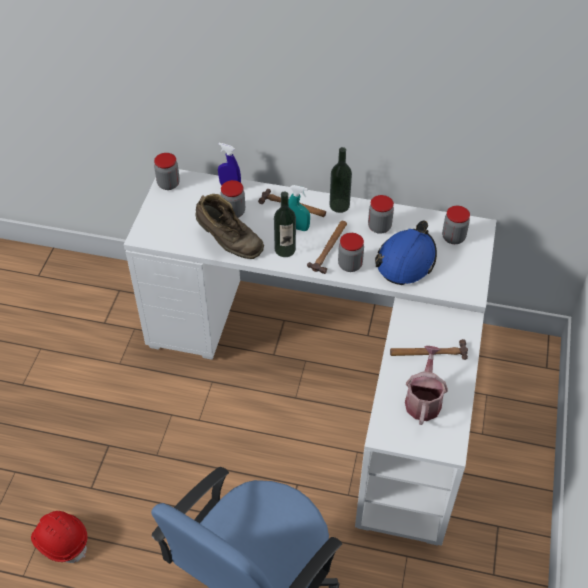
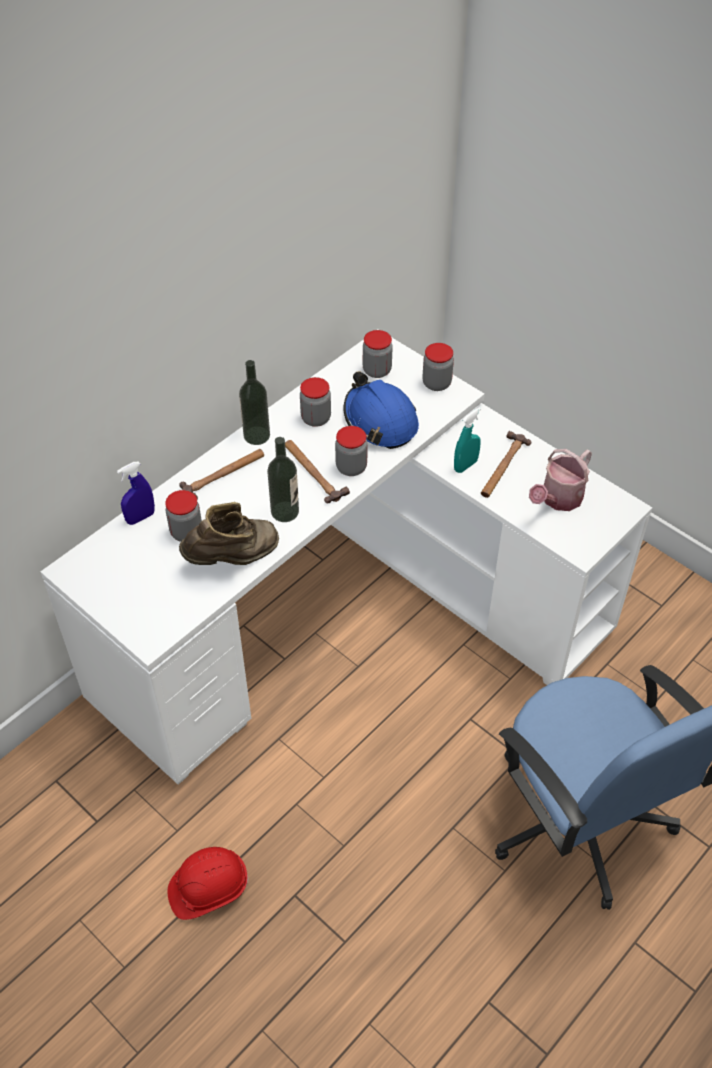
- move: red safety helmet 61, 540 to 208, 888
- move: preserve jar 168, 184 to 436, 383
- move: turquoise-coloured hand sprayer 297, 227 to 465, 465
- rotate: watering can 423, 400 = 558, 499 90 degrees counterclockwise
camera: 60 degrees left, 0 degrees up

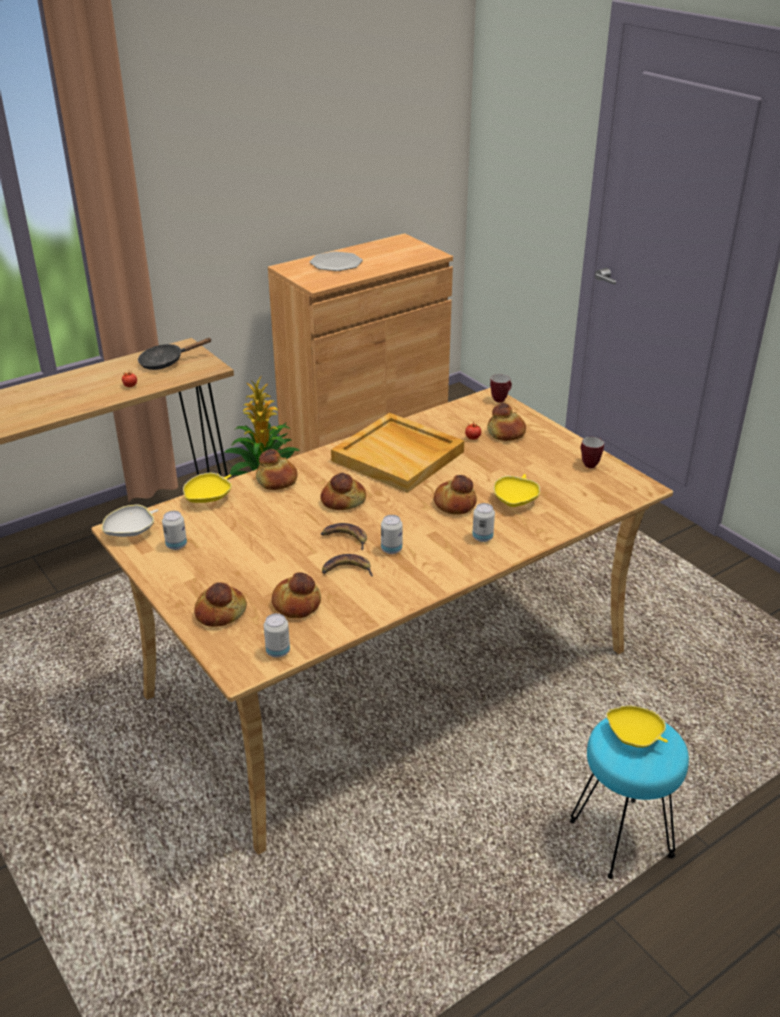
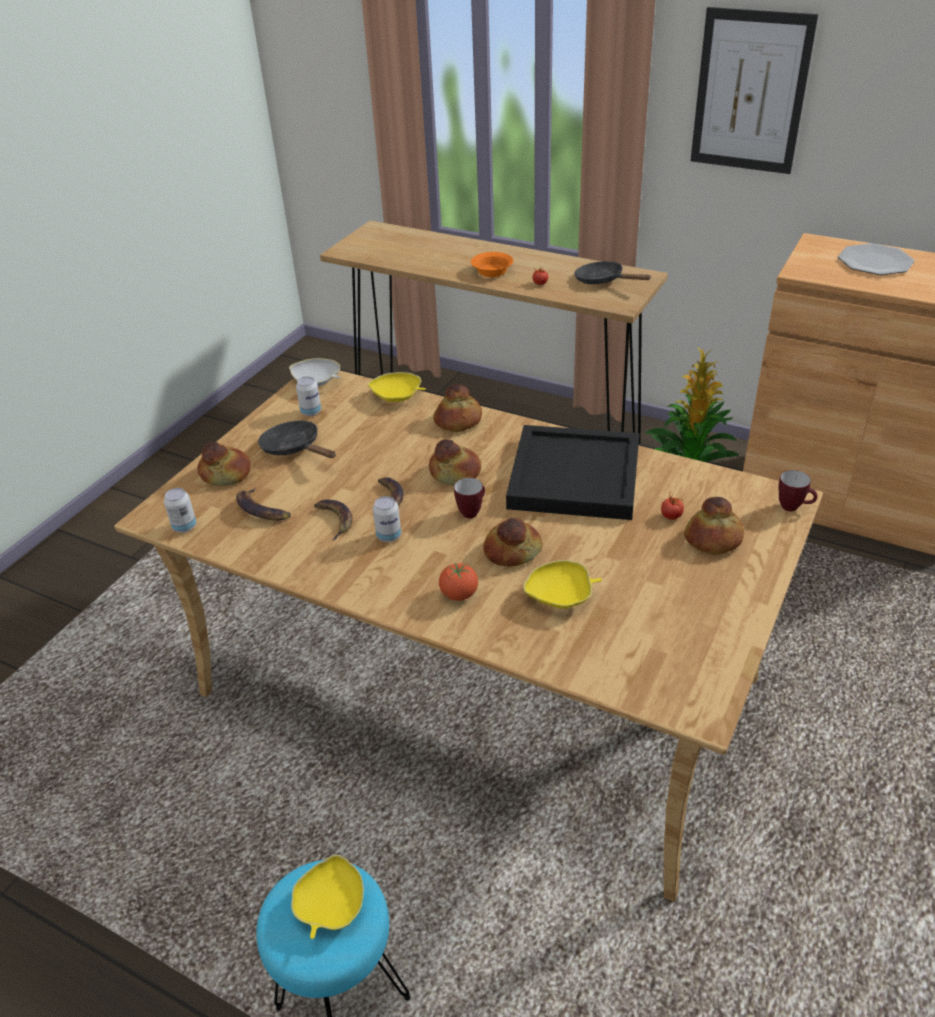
- replace: bread 296, 604 to banana fruit 261, 510
- recolor: beige-coloured carrying tray 399, 456 to black-coloured carrying tray 575, 477
- replace: metal can 482, 537 to whole tomato 459, 595
- move: tea mug 587, 464 to 472, 511
- insert: black-coloured frying pan 295, 448
- insert: orangey bowl 492, 272
- insert: picture 750, 92
camera: 65 degrees right, 5 degrees up

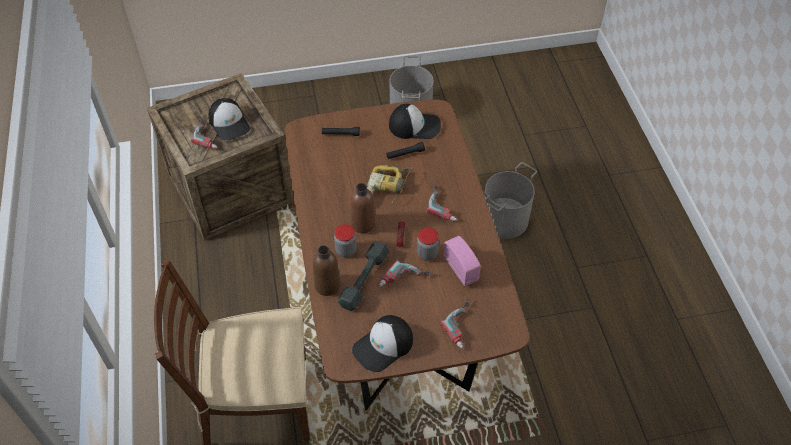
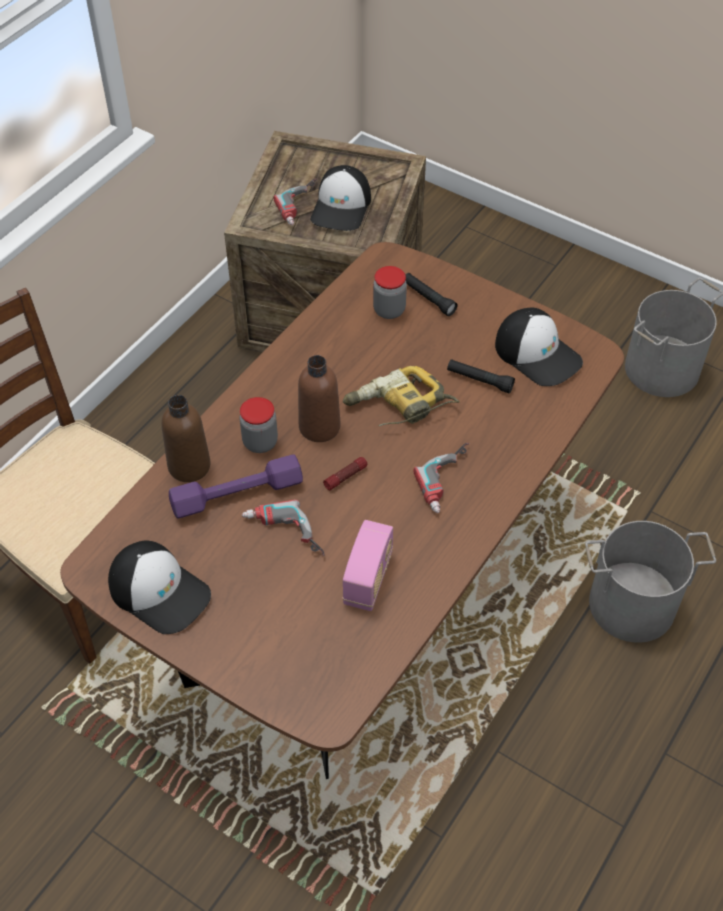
- recolor: grey free weight 364, 280 to purple free weight 237, 494
- rotate: cap 383, 346 = 160, 591 150 degrees counterclockwise
- move: preserve jar 427, 254 to 389, 310
- delete: electric drill 464, 326
camera: 45 degrees right, 0 degrees up

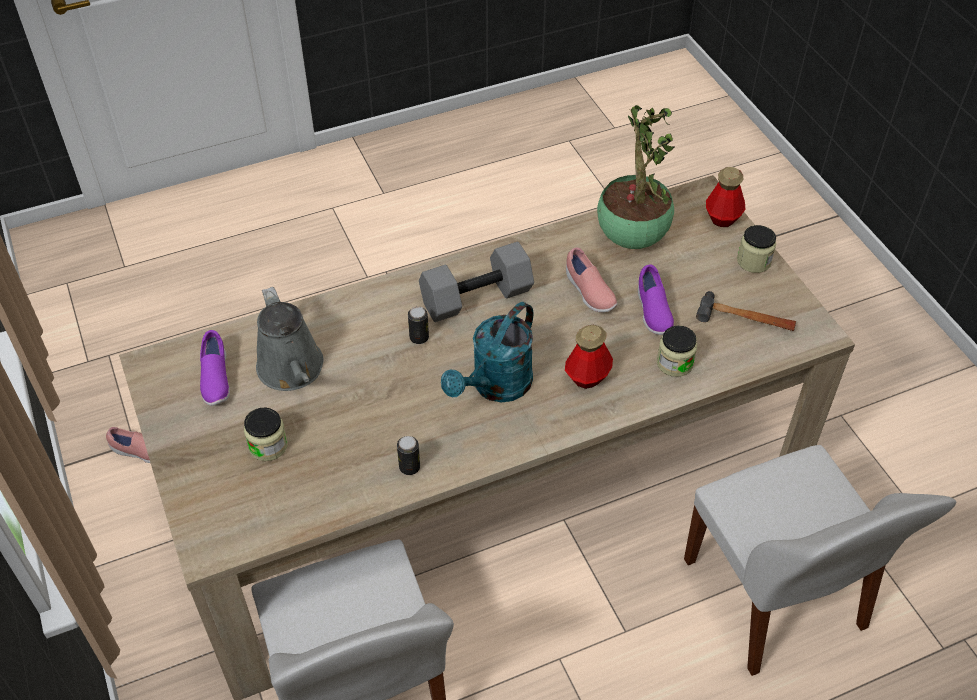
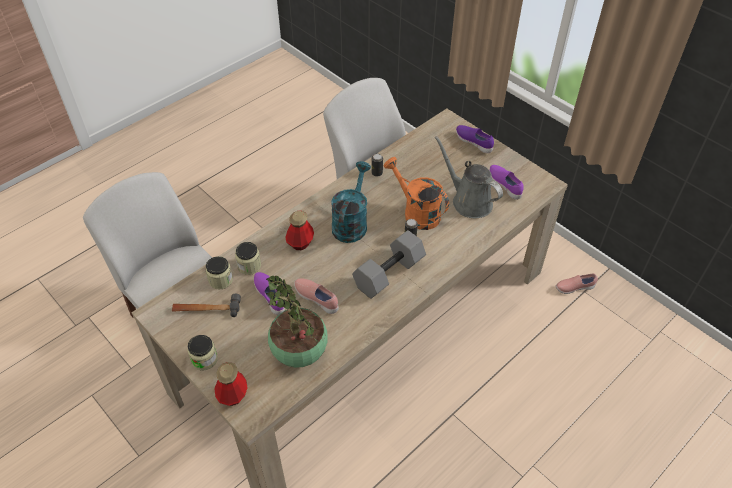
- move: preserve jar 268, 446 to 220, 280
- insert: orangey watering can 416, 212
- insert: purple low shoe 474, 142
camera: 160 degrees right, 0 degrees up

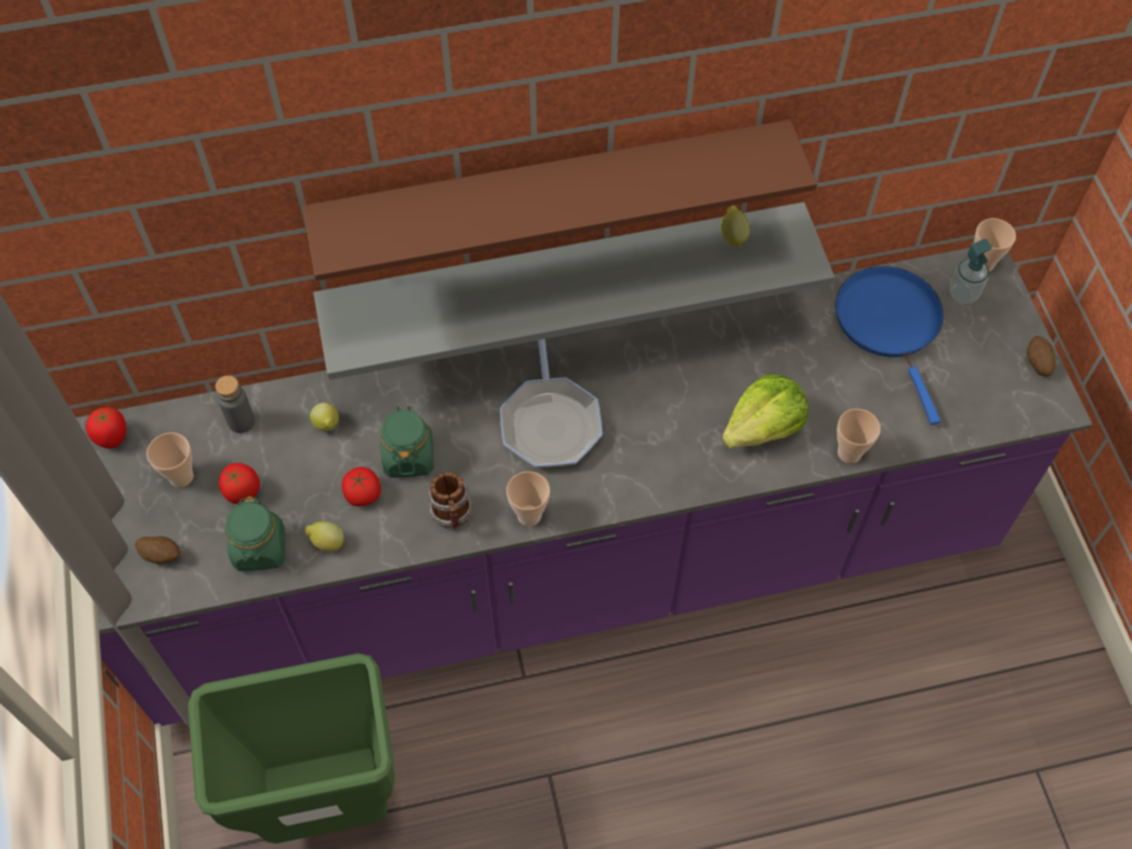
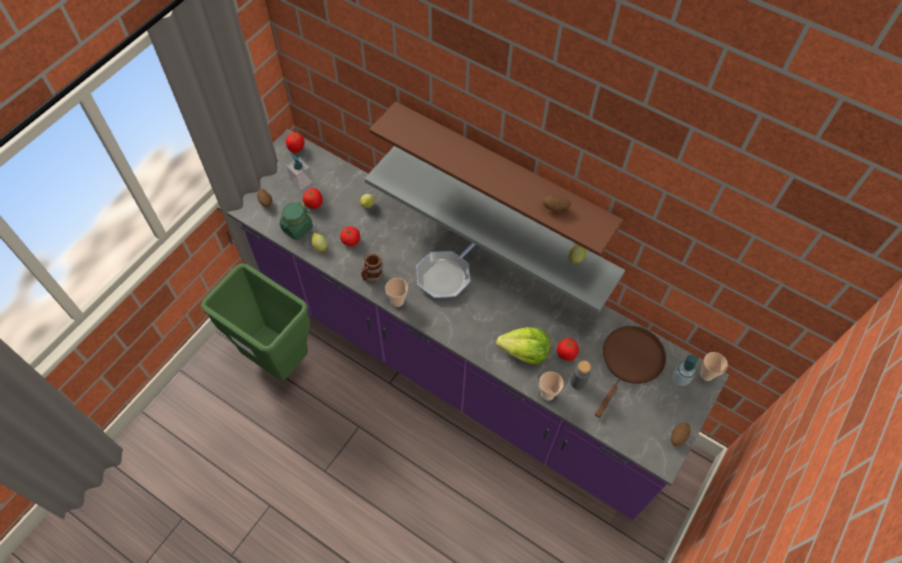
- replace: small cup 181, 477 to soap dispenser 301, 181
- move: grey bottle 241, 421 to 578, 382
- delete: green preserve jar 408, 456
- recolor: bluish frying pan 890, 324 to brown-coloured frying pan 630, 361
- insert: potato 555, 208
- insert: whole tomato 566, 354
camera: 45 degrees right, 0 degrees up

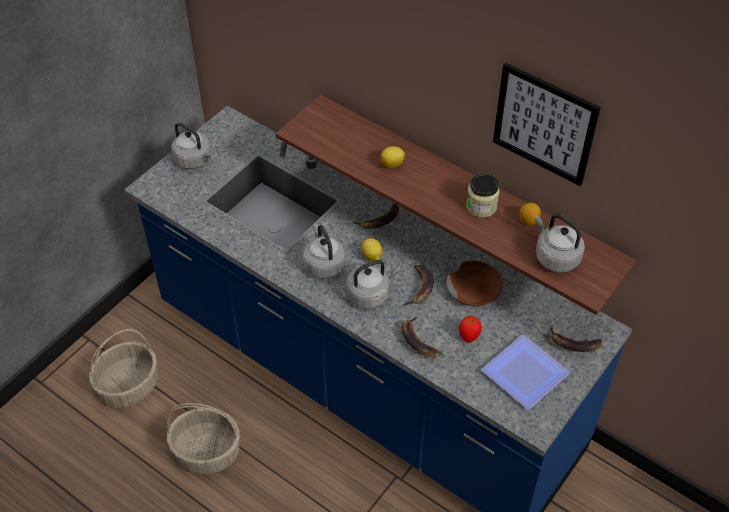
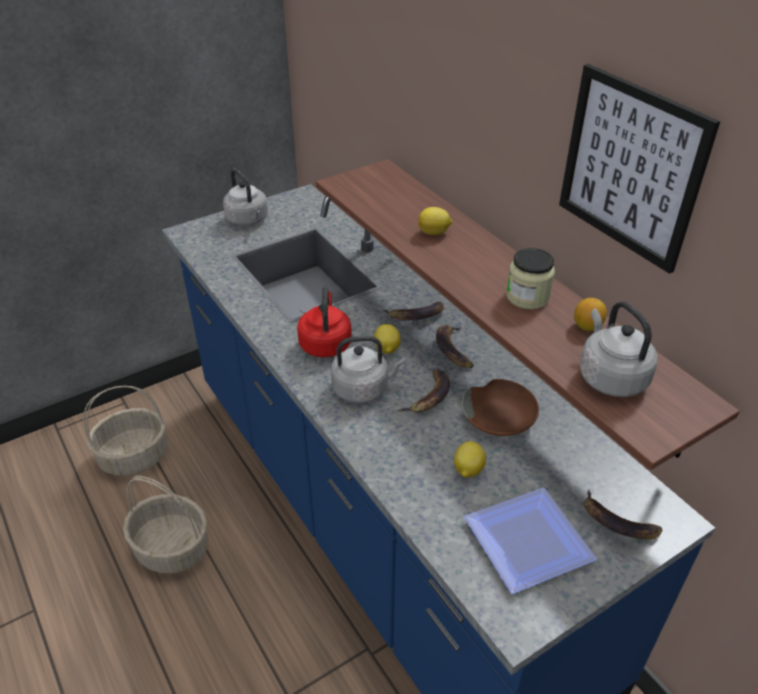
- recolor: grey tea kettle 323, 264 to red tea kettle 325, 343
- move: banana fruit 418, 341 to 453, 349
- replace: whole tomato 469, 336 to citrus fruit 467, 470
camera: 20 degrees right, 10 degrees down

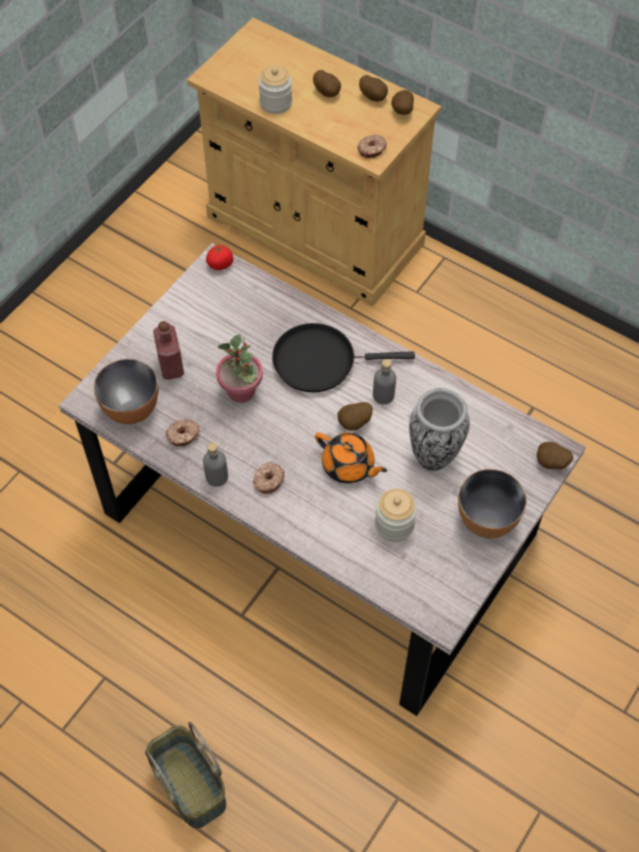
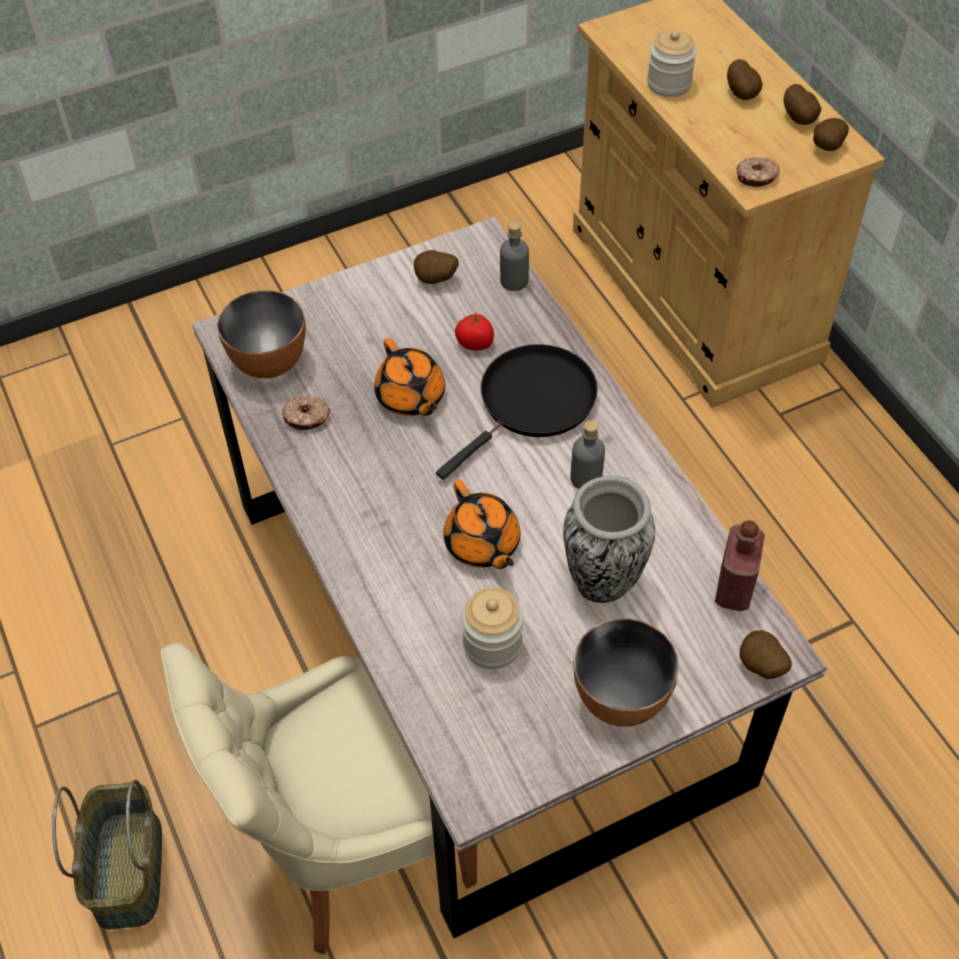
- move: red bottle 171, 366 to 734, 589
- move: grey bottle 217, 477 to 514, 281
- move: whole tomato 220, 264 to 475, 343
- replace: potted plant 241, 391 to orangey teapot 411, 397
- delete: ring doughnut 268, 480
- rotate: black-coloured frying pan 320, 361 = 532, 403 105 degrees clockwise
- move: potato 355, 423 to 436, 280
- insert: beige-coloured plain chair 352, 843
camera: 30 degrees right, 5 degrees down

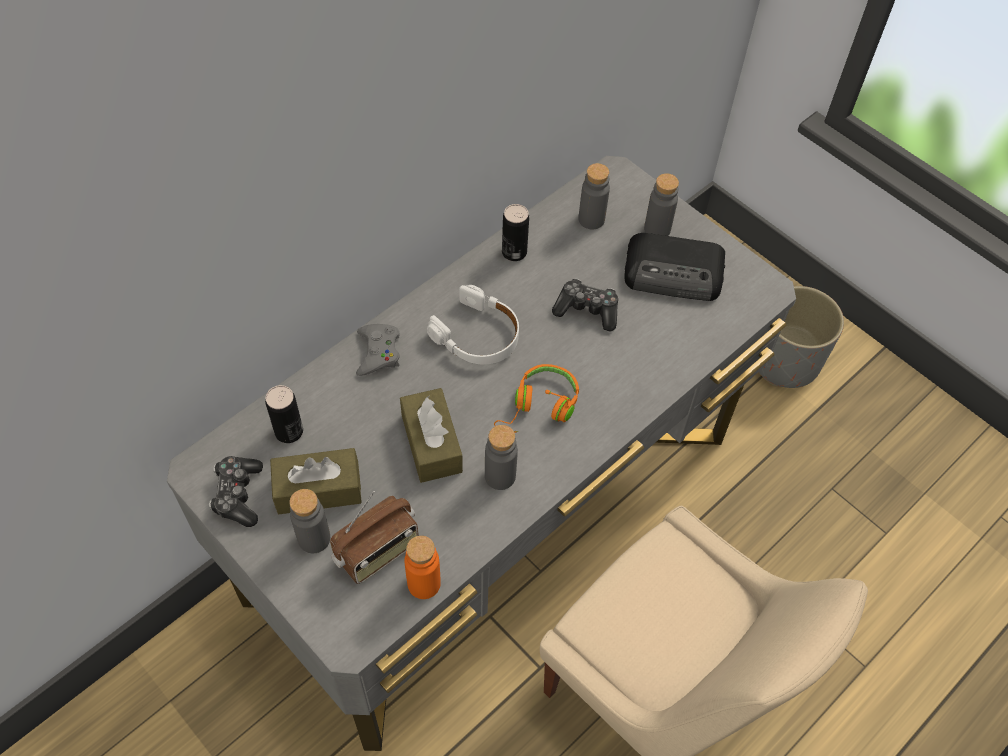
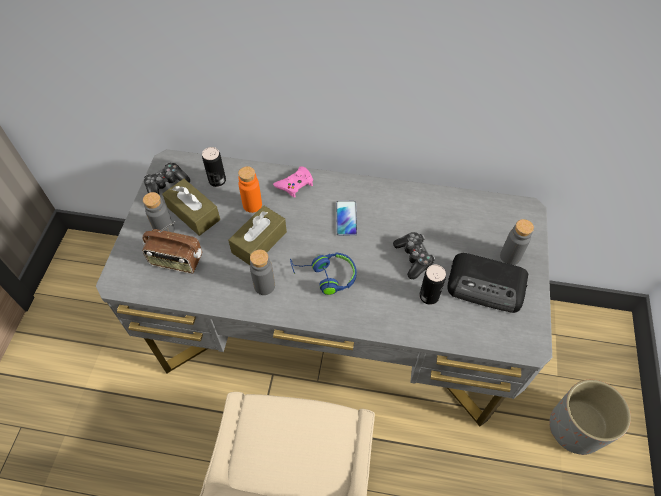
- recolor: grey game controller 378, 352 to pink game controller 295, 184
- move: orangey bottle 424, 583 to 252, 205
- replace: white-coloured headset 478, 335 to phone 346, 218
- recolor: orangey headset 539, 407 to bluish headset 325, 276
- move: metal can 514, 252 to 429, 296
- delete: grey bottle 591, 219
- rotate: radio set 675, 273 = 487, 286 45 degrees counterclockwise
camera: 55 degrees right, 0 degrees up

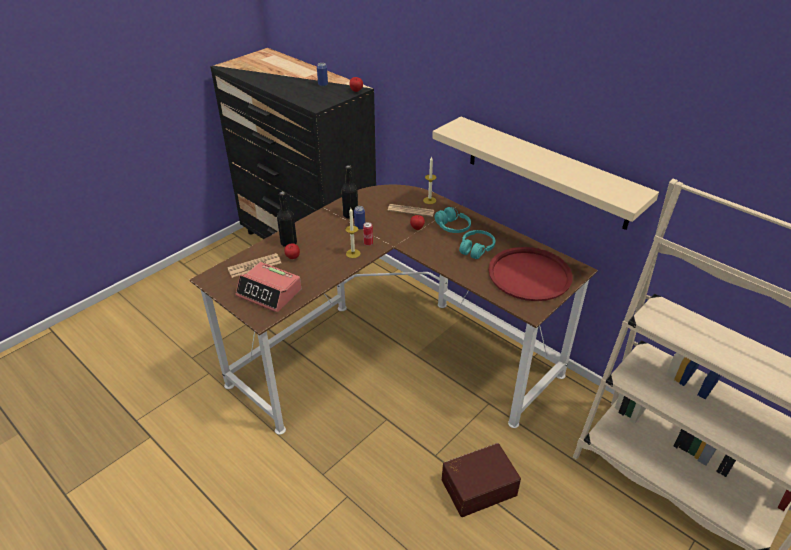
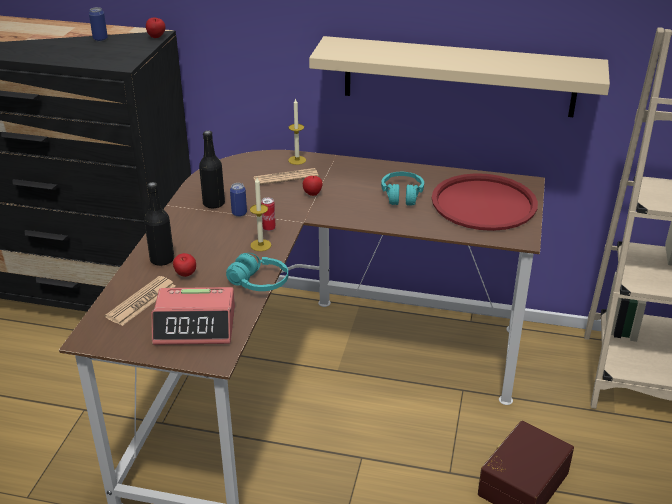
- move: turquoise-coloured headset 452, 227 to 259, 283
camera: 30 degrees left, 5 degrees down

